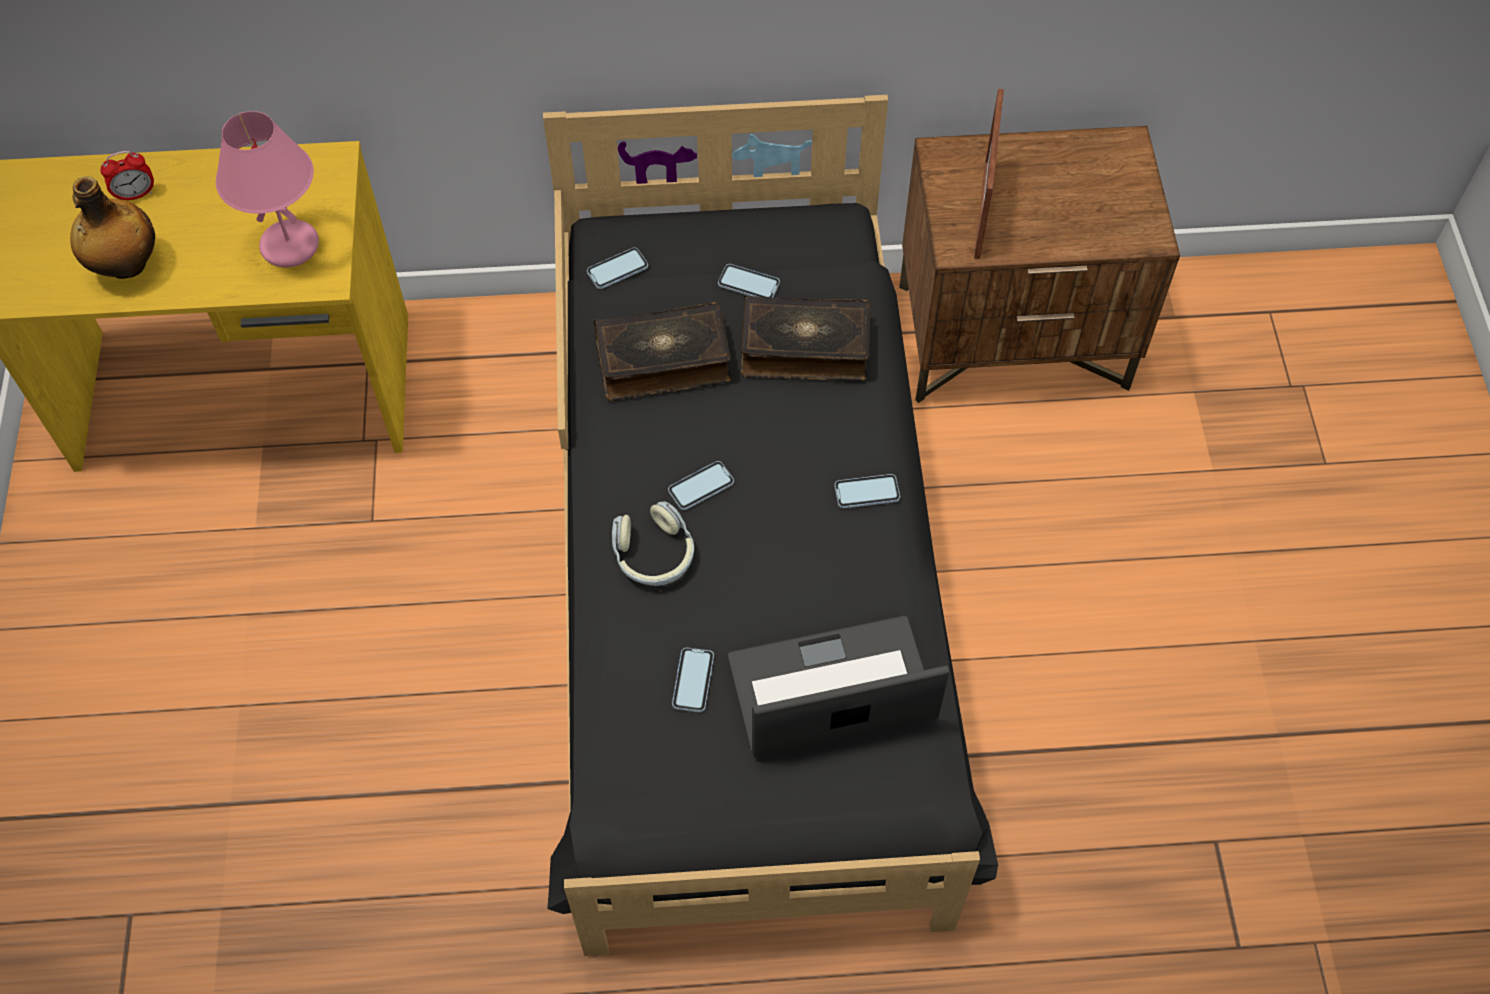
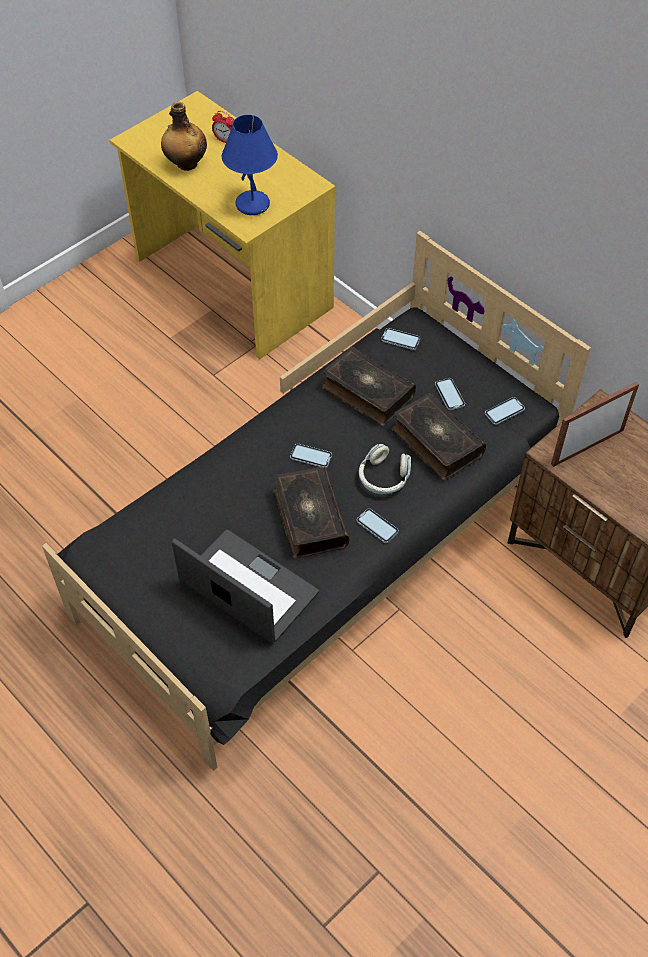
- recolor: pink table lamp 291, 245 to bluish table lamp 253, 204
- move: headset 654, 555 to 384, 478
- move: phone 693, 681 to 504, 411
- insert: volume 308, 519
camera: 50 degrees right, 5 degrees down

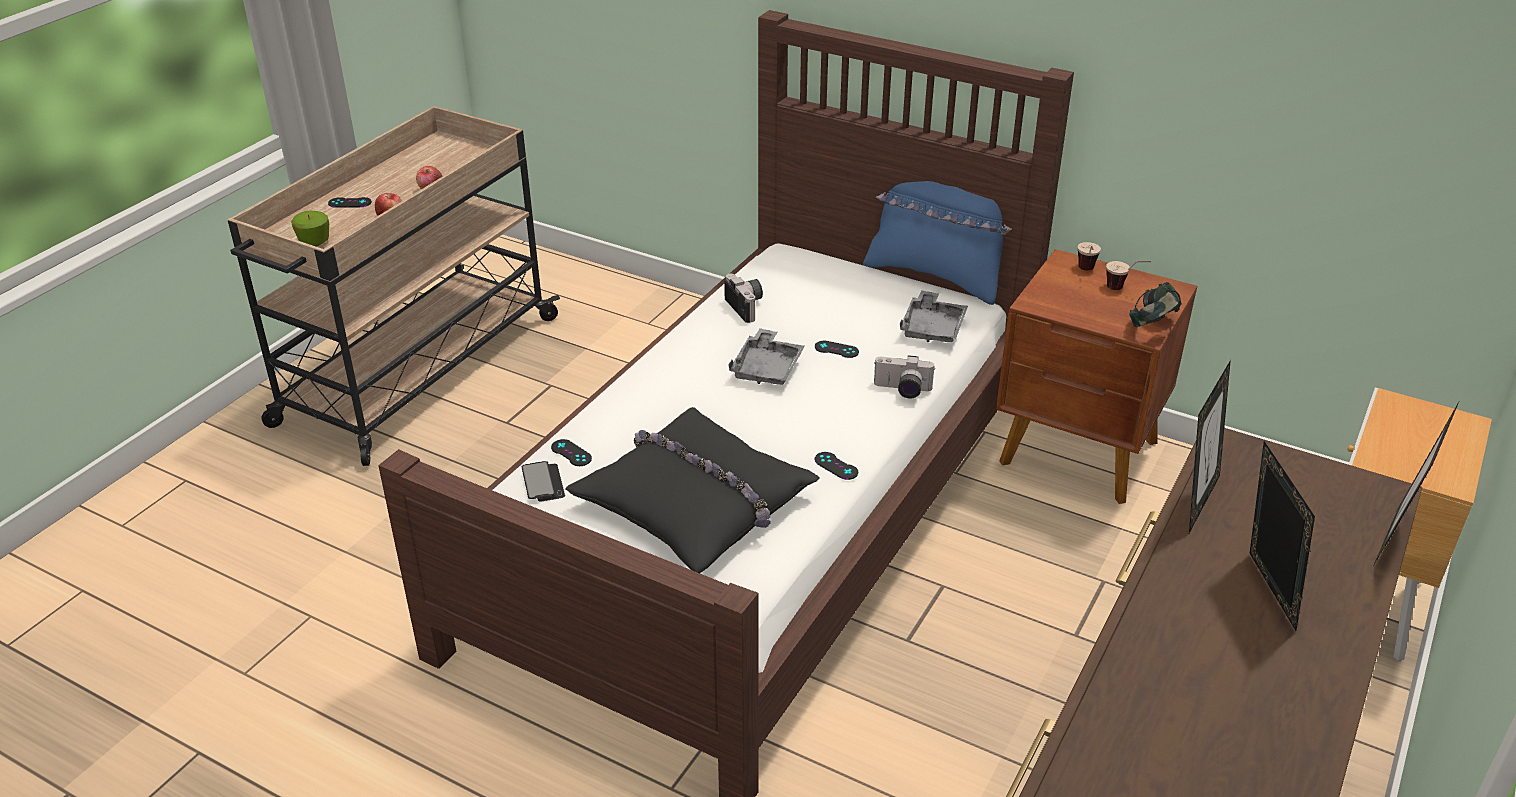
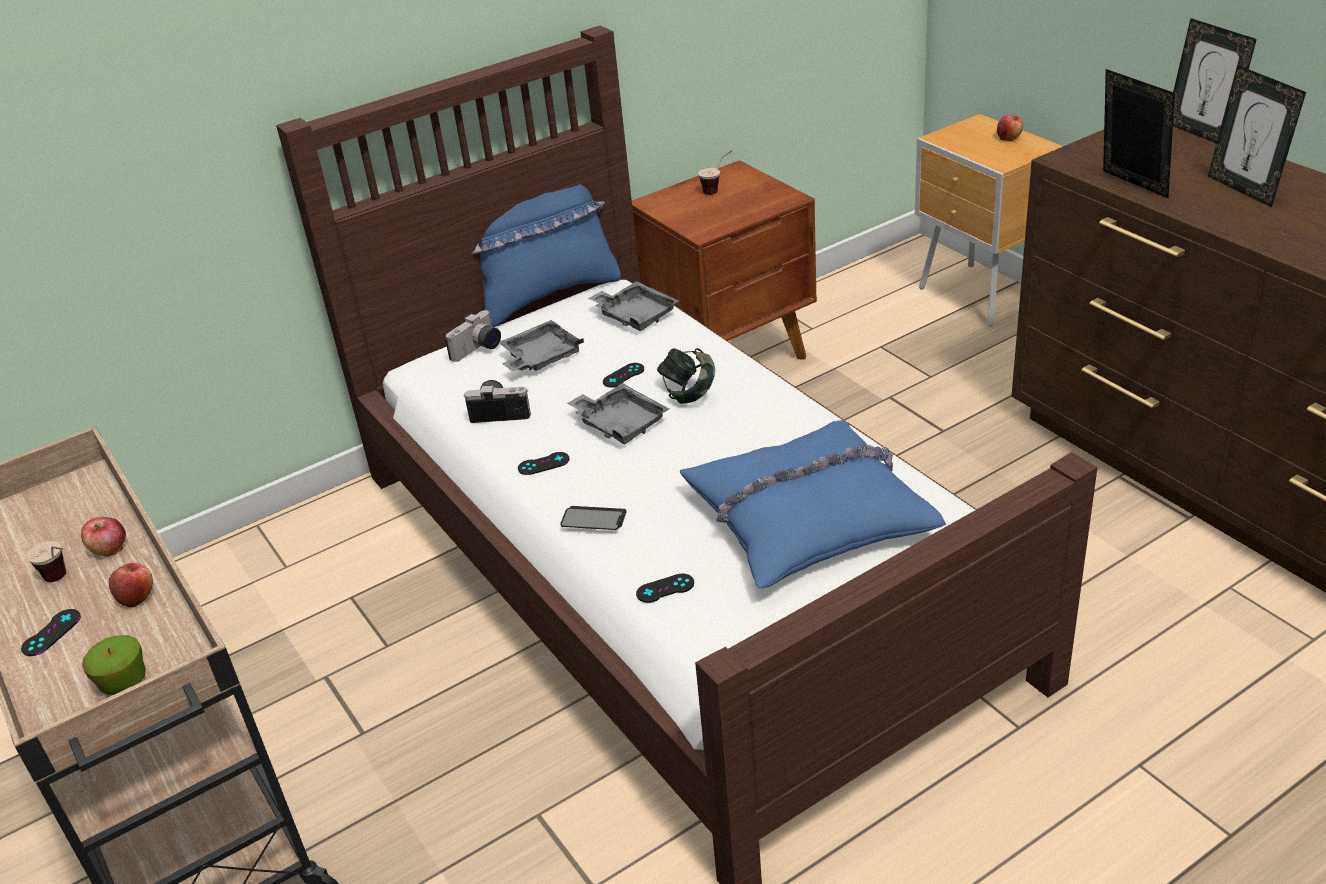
- move: phone 543, 483 to 593, 520
- recolor: black-coloured pillow 696, 503 to bluish pillow 808, 517
- move: black-coloured game controller 836, 466 to 543, 464
- move: still camera 902, 390 to 478, 350
- move: small cup 1086, 272 to 63, 580
- move: headset 1152, 325 to 688, 393
- rotate: picture frame 1263, 591 = 1244, 189 135 degrees counterclockwise
- insert: grey carrying tray 540, 358
- insert: apple 1009, 138
camera: 60 degrees left, 0 degrees up

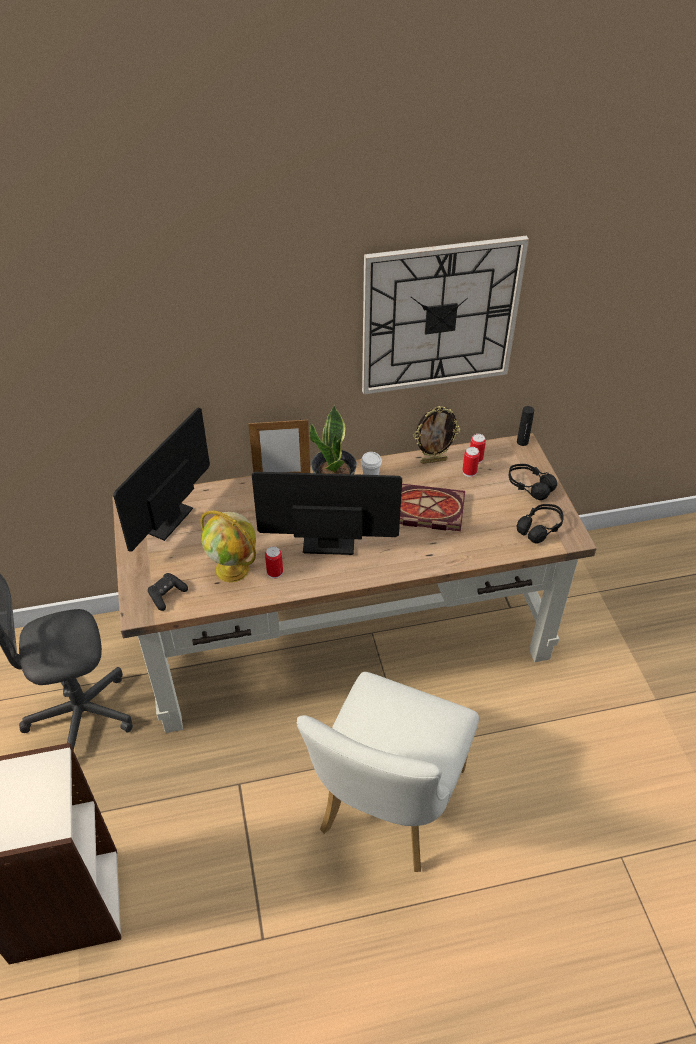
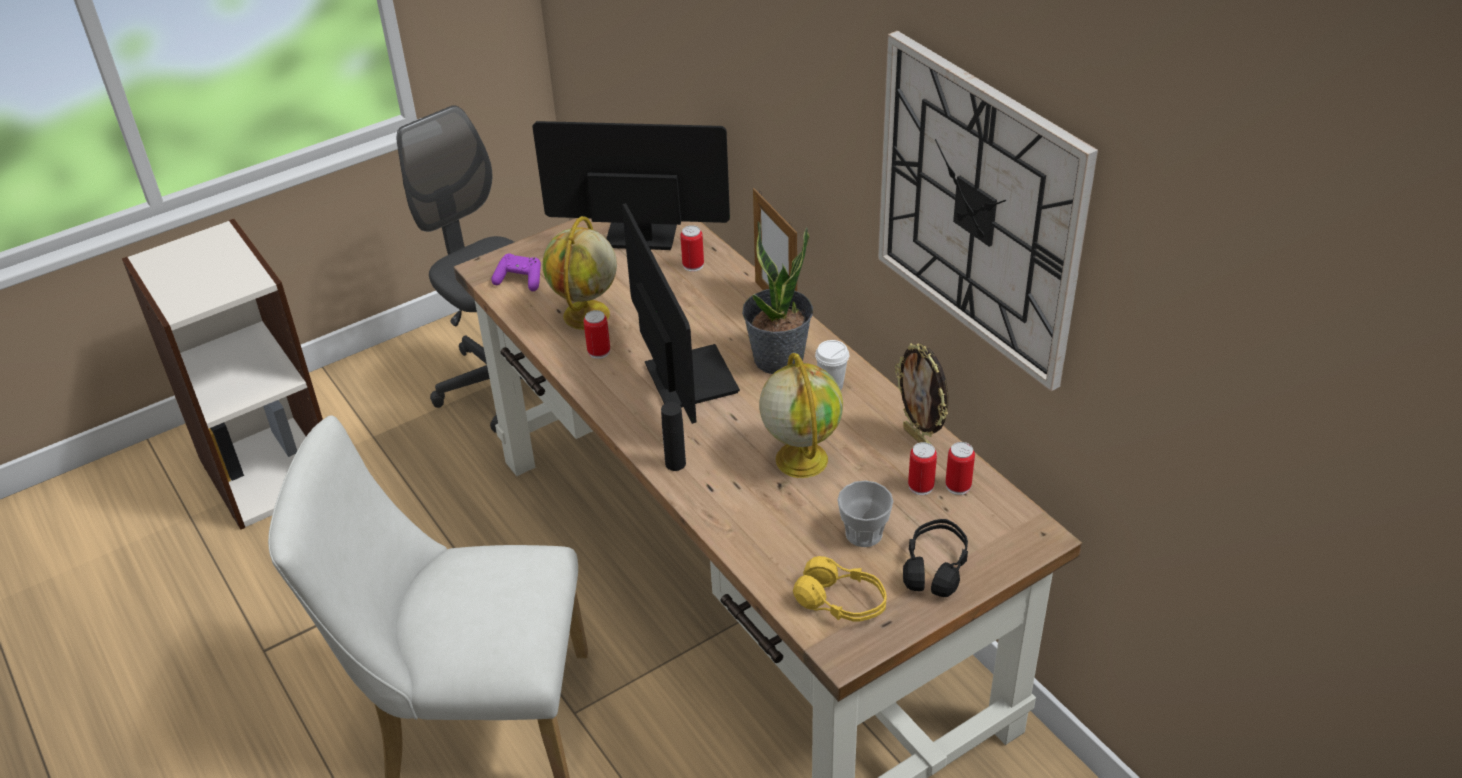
- recolor: black-coloured game controller 167, 595 to purple game controller 520, 280
- replace: volume 424, 510 to world globe 800, 458
- move: black-coloured bottle 522, 442 to 675, 463
- recolor: black-coloured headset 540, 528 to yellow-coloured headset 841, 602
- insert: metal can 693, 265
- insert: small cup 863, 533
camera: 70 degrees right, 5 degrees down

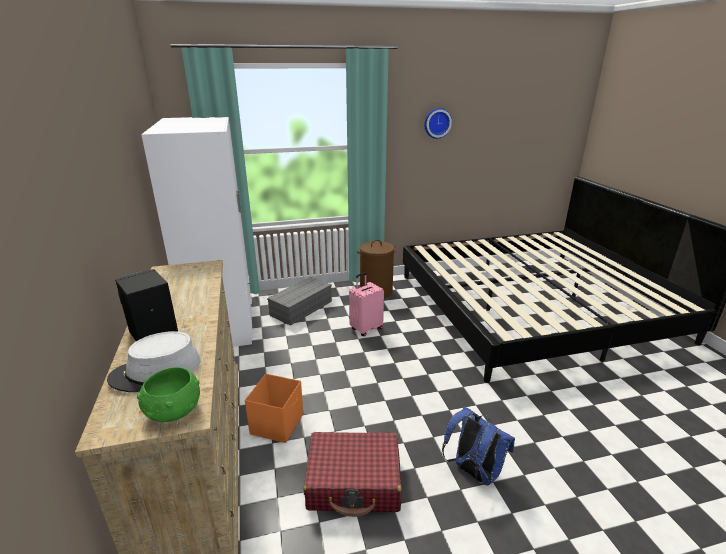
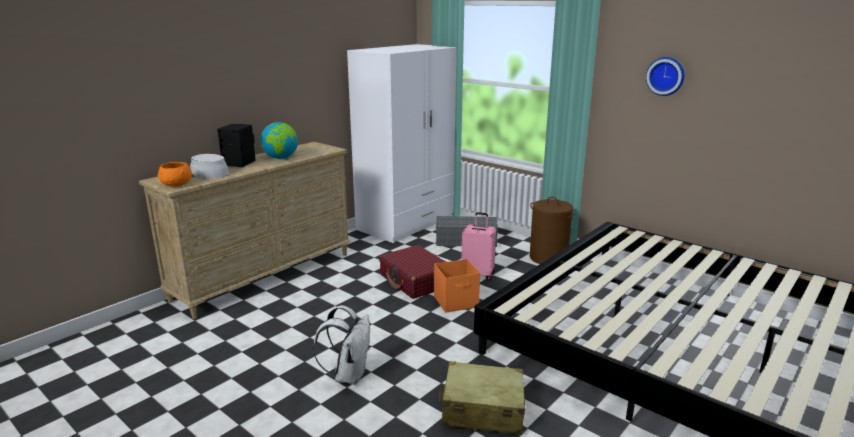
- recolor: green bowl 173, 411 to orangey bowl 176, 184
- move: orangey storage container 278, 423 to 456, 302
- move: red suitcase 354, 482 to 415, 281
- recolor: bluish rucksack 473, 472 to white-coloured rucksack 349, 375
- insert: world globe 280, 158
- insert: beige-coloured suitcase 482, 410
camera: 55 degrees right, 5 degrees down

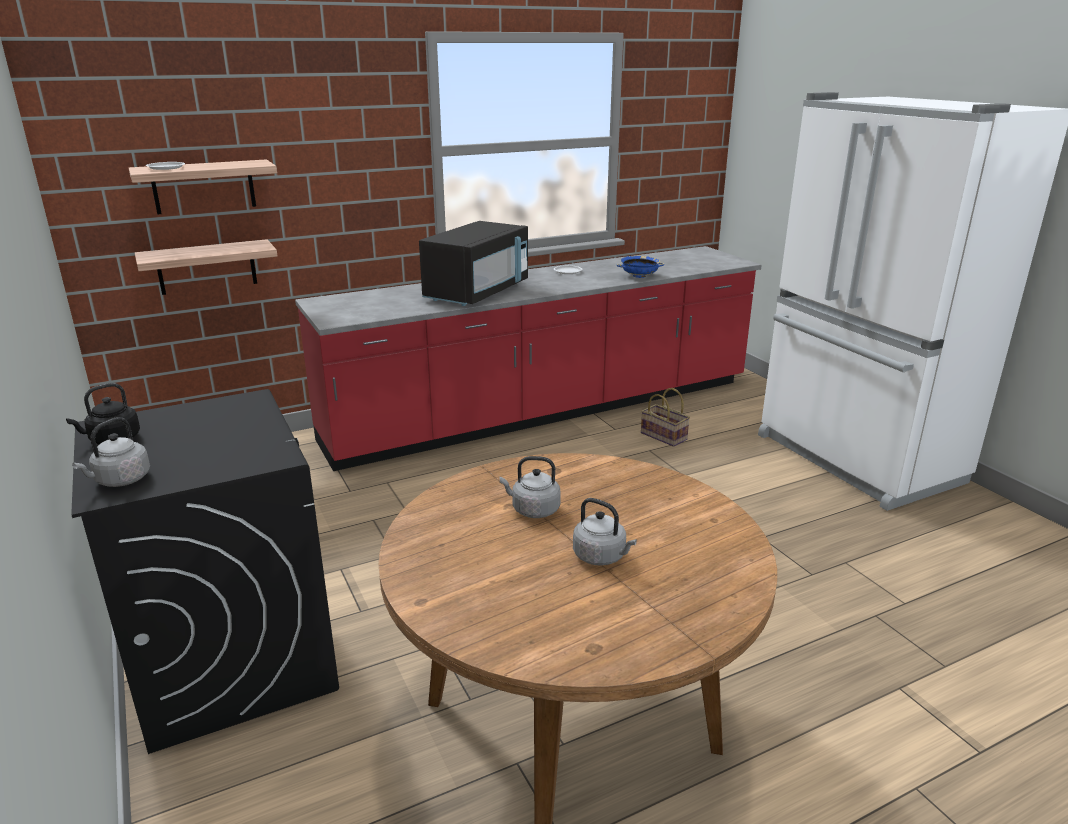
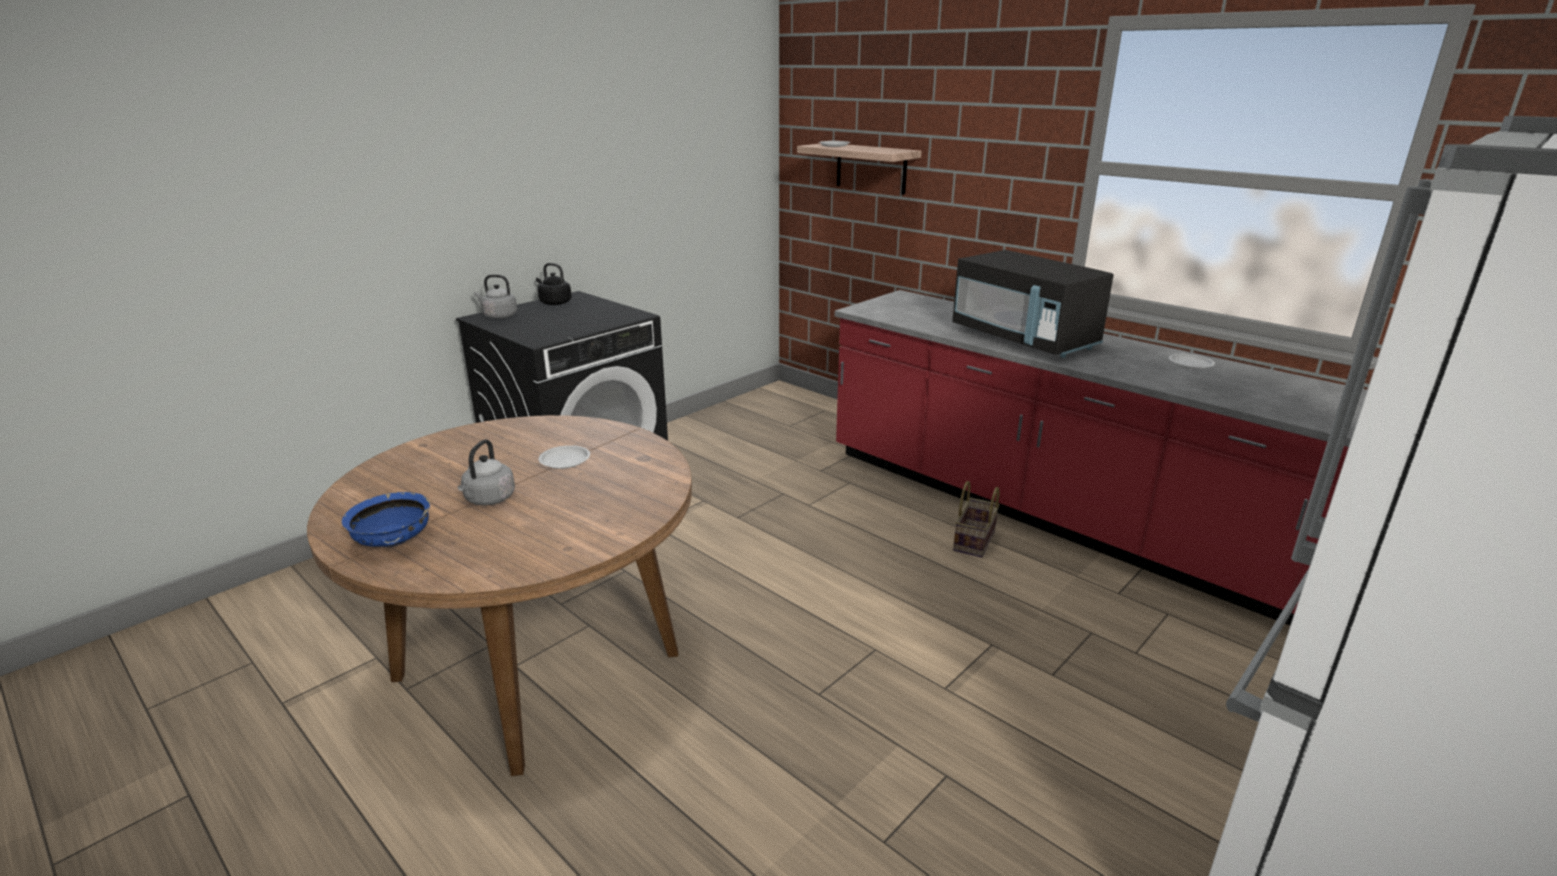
- delete: wall shelf 207, 267
- rotate: black-coloured microwave 477, 293 = 1023, 339 45 degrees clockwise
- replace: grey tea kettle 533, 510 to white-coloured plate 564, 460
- move: bluish bowl 640, 276 to 393, 540
- move: household basket 665, 436 to 975, 542
camera: 70 degrees right, 0 degrees up

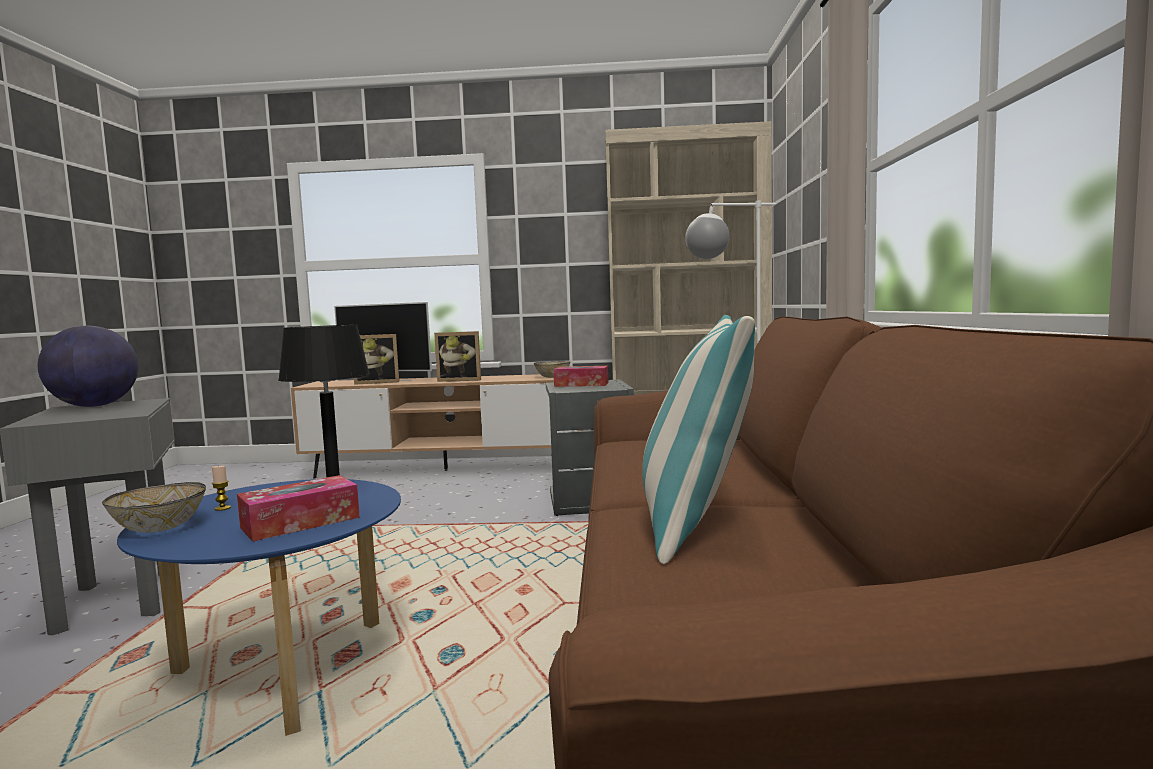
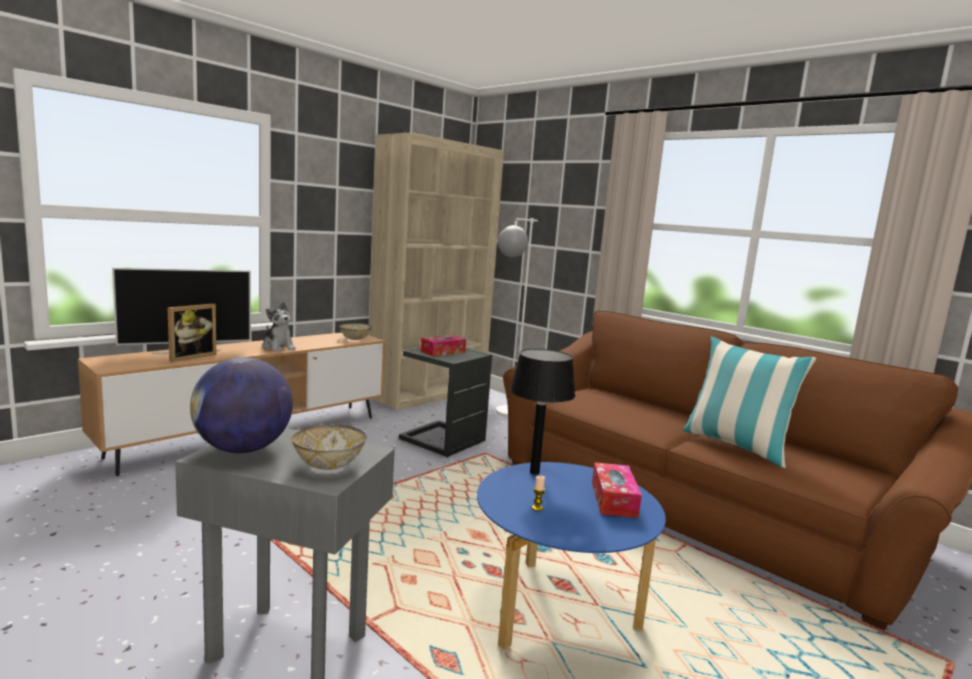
- move: bowl 161, 528 to 329, 464
- replace: picture frame 460, 380 to soft toy 278, 347
camera: 50 degrees left, 5 degrees up

